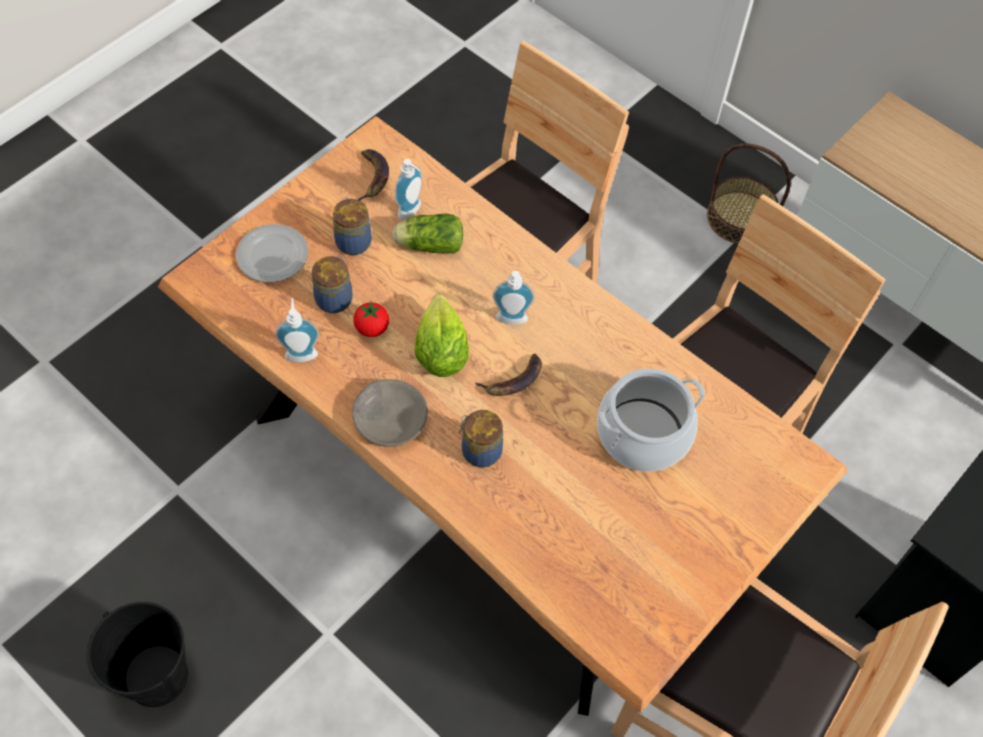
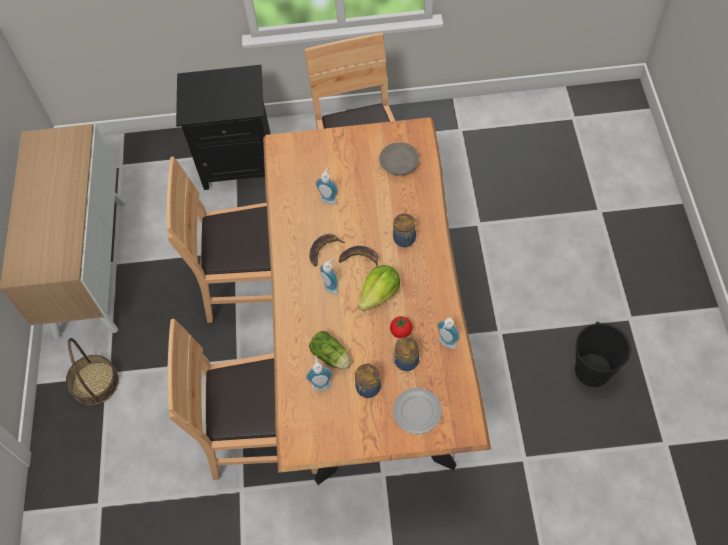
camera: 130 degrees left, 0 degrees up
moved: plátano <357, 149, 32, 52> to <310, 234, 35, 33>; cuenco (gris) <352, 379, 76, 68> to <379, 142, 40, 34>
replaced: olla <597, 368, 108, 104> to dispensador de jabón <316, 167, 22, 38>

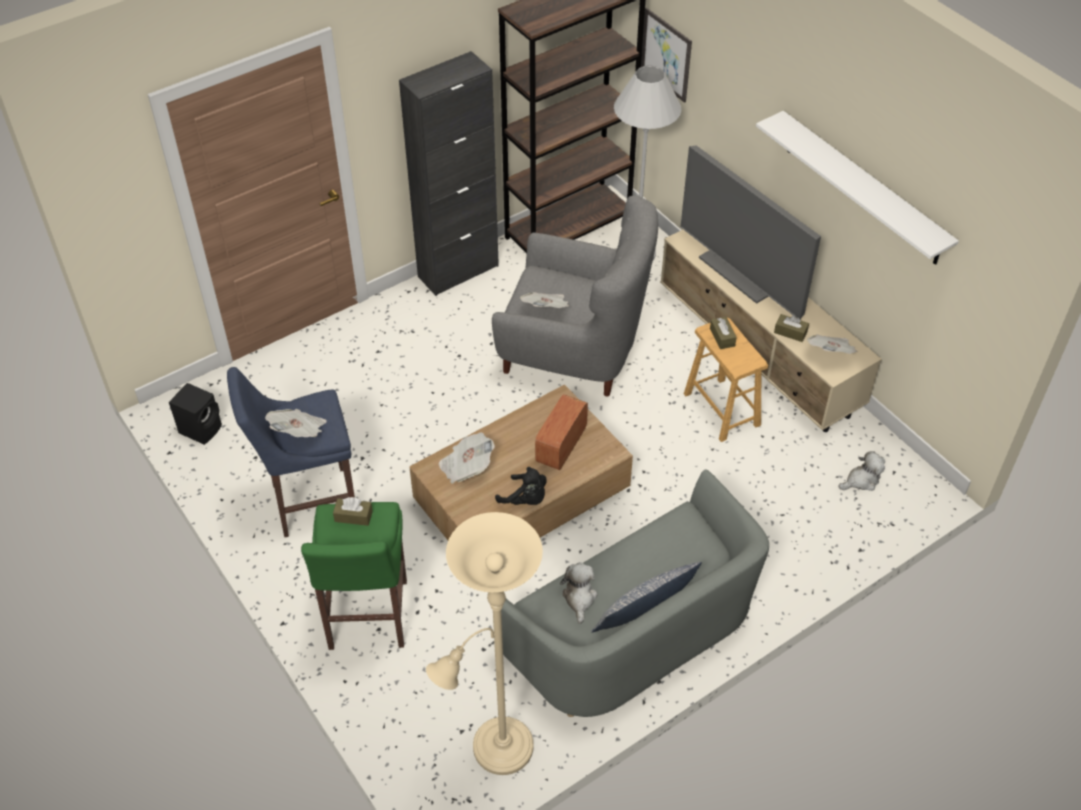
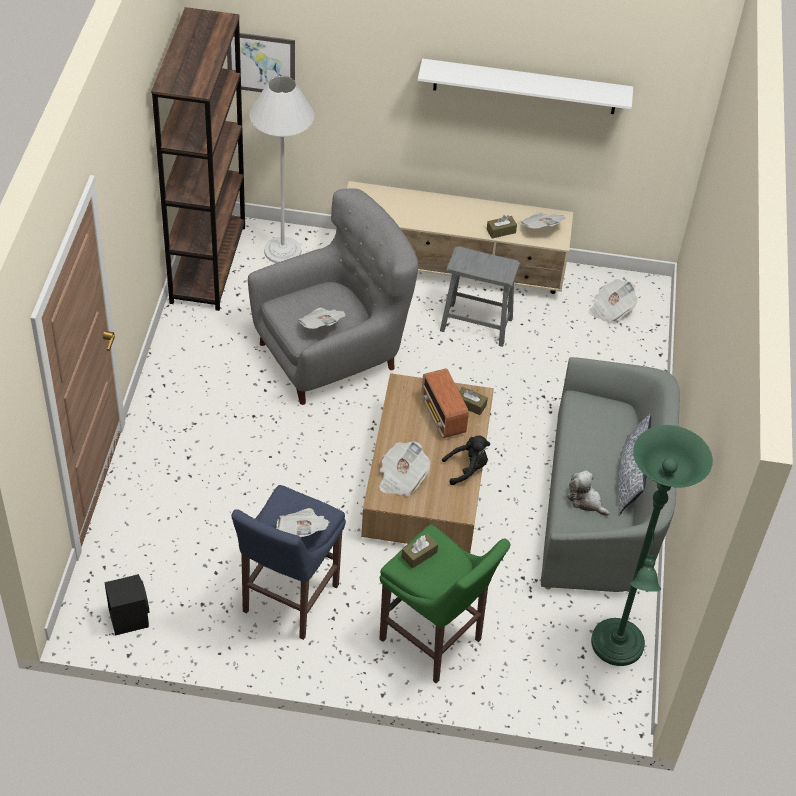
camera: 50 degrees left, 0 degrees up
removed: armario (negro) <399, 51, 100, 245>; televisor <681, 145, 140, 175>
moved: caja de pañuelos (marrón) <710, 317, 27, 32> to <459, 387, 29, 28>
replaced: peluche <838, 451, 47, 40> to periódico <589, 279, 48, 45>
recoloured: taburete (marrón) <684, 318, 84, 124> to taburete (gris) <440, 246, 80, 101>; lámpara de pie (beis) <426, 512, 117, 263> to lámpara de pie (verde) <591, 425, 122, 241>

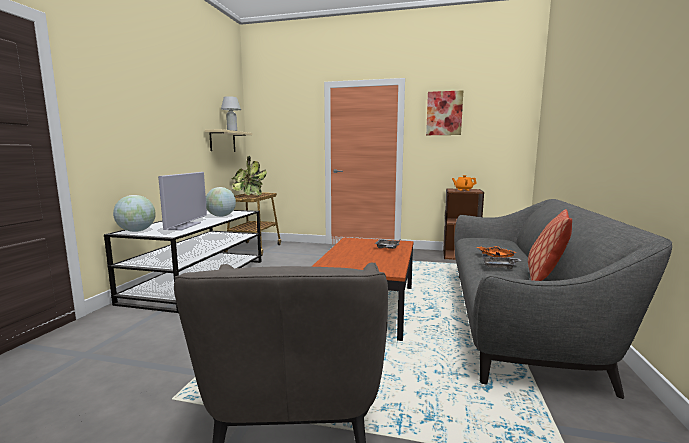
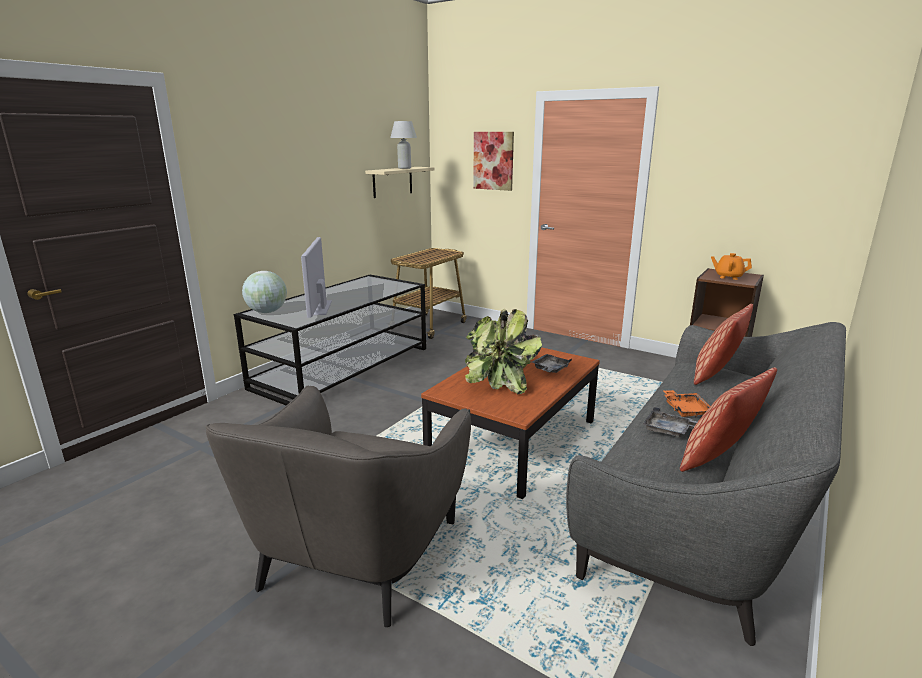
camera: 20 degrees right, 10 degrees up
removed: globo terráqueo <206, 187, 30, 30>
added: cojín <694, 304, 59, 81>
moved: cuadro <426, 90, 37, 45> to <473, 132, 41, 59>; planta en maceta <231, 155, 36, 41> to <465, 309, 77, 85>
turned: televisor <158, 172, 49, 58> = <301, 237, 31, 81> 150 degrees clockwise

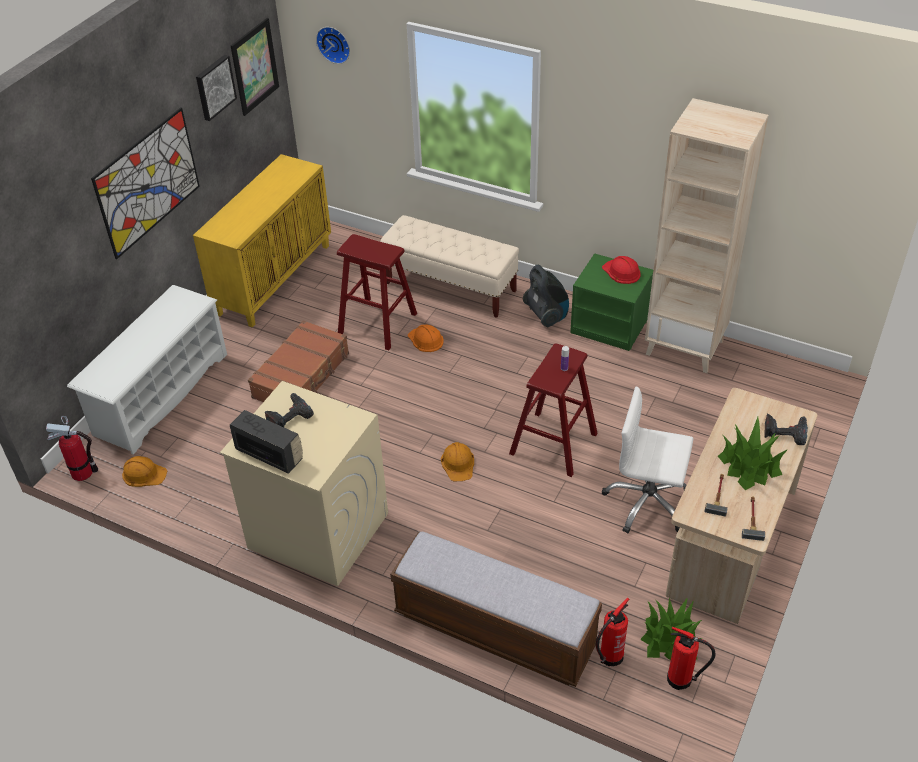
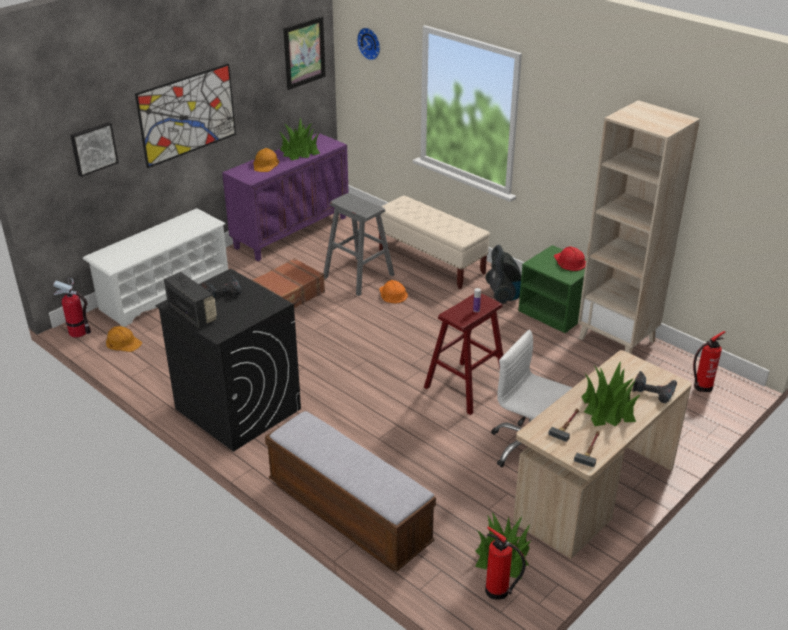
camera: 15 degrees right, 10 degrees down
added: planta en maceta <279, 117, 41, 43>
moved: cuadro <196, 55, 41, 66> to <70, 122, 49, 55>; casco (naranja) <441, 442, 33, 39> to <253, 148, 26, 24>; extintor <596, 598, 33, 68> to <693, 331, 32, 61>
recoloured: armario (amarillo) <193, 154, 138, 174> to armario (morado) <222, 133, 127, 128>; taburete (rojo) <337, 234, 80, 116> to taburete (gris) <323, 193, 72, 103>; lavadora (beis) <220, 381, 168, 205> to lavadora (negro) <155, 269, 146, 183>

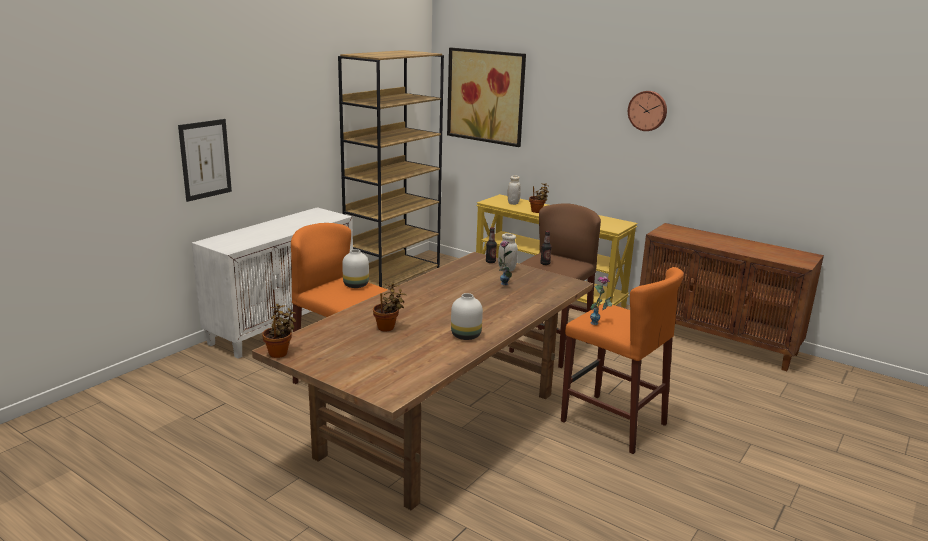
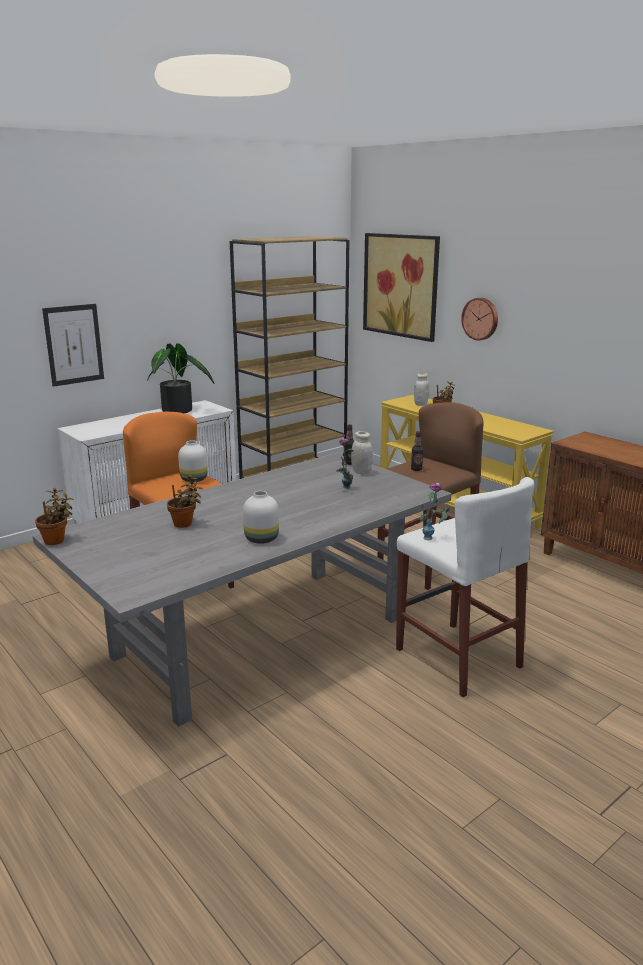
camera: 15 degrees right, 0 degrees up
added: planta en maceta <147, 343, 67, 70>
moved: reloj de pared <628, 91, 39, 40> to <461, 298, 37, 43>
recoloured: mesa de comedor (marrón) <252, 252, 341, 258> to mesa de comedor (gris) <33, 452, 418, 275>; taburete (naranja) <561, 267, 123, 187> to taburete (blanco) <396, 477, 138, 220>

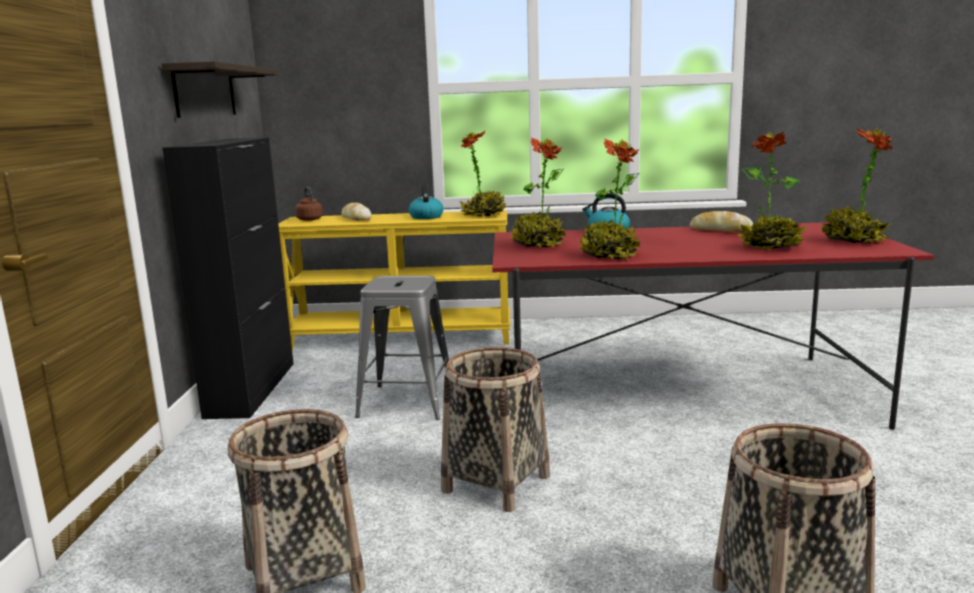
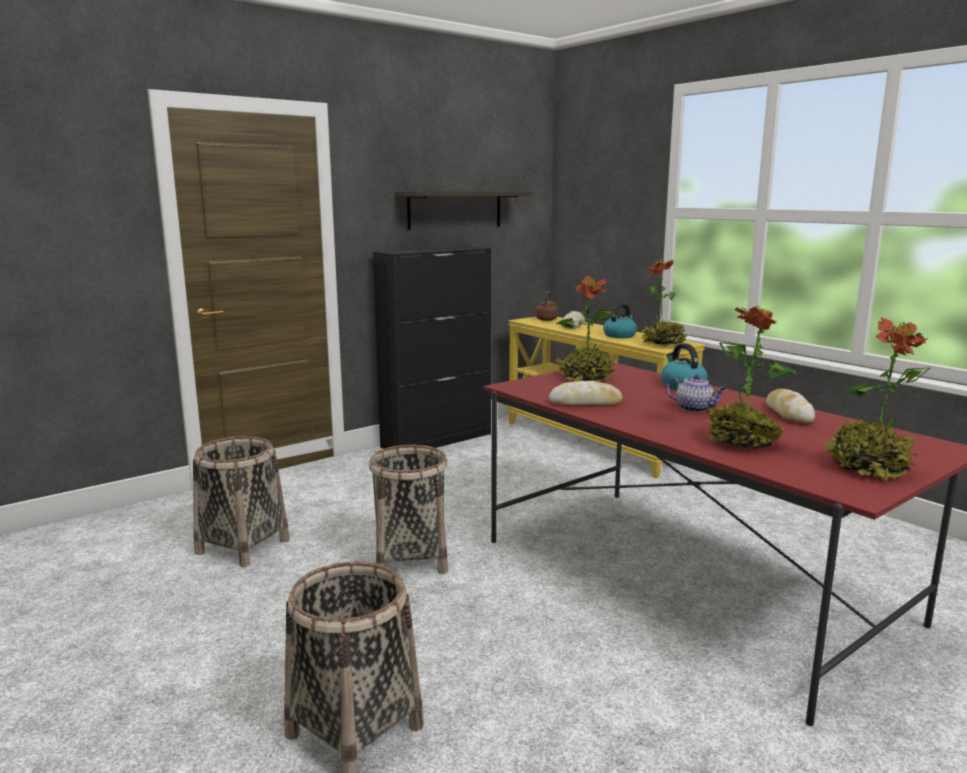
camera: 50 degrees right, 0 degrees up
removed: taburete (gris) <355, 276, 94, 144>
added: tetera <666, 374, 61, 38>
replaced: planta en maceta <578, 139, 62, 121> to pan <549, 381, 73, 24>

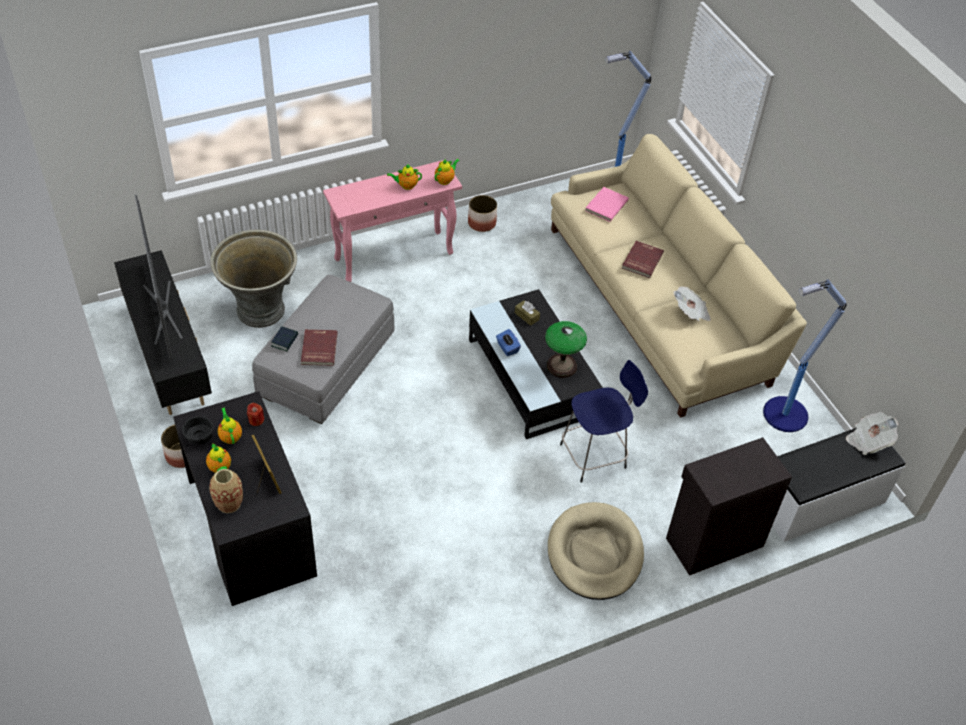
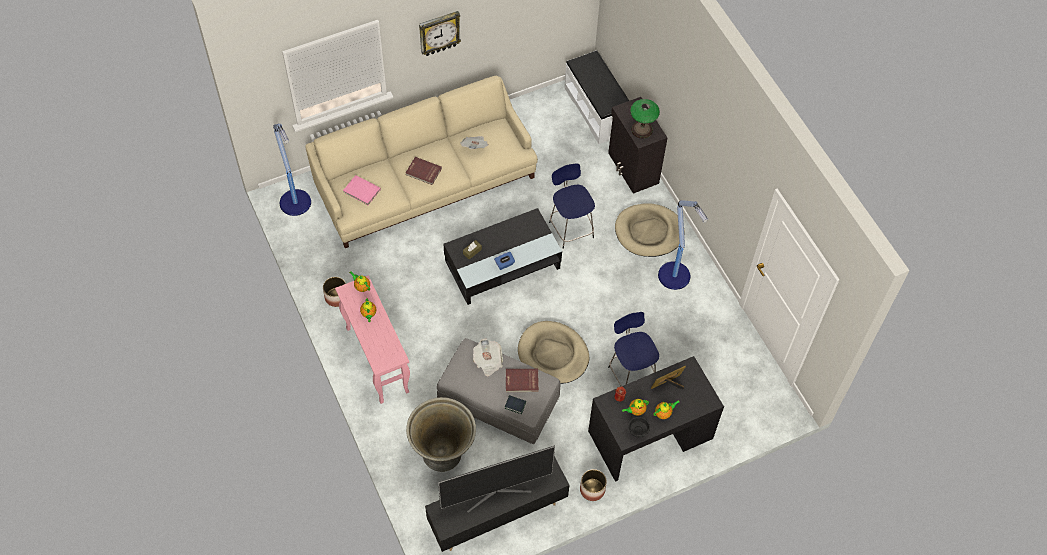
camera: 90 degrees left, 10 degrees up
removed: florero <209, 469, 34, 44>
added: reloj de pared <419, 11, 42, 45>; taburete (azul) <608, 312, 51, 74>; cama para perro (beis) <518, 321, 71, 63>
moved: lámpara de pie <763, 279, 83, 153> to <658, 200, 50, 90>; lámpara de mesa <545, 321, 42, 57> to <630, 99, 30, 40>; periódico <846, 412, 53, 43> to <473, 339, 30, 37>

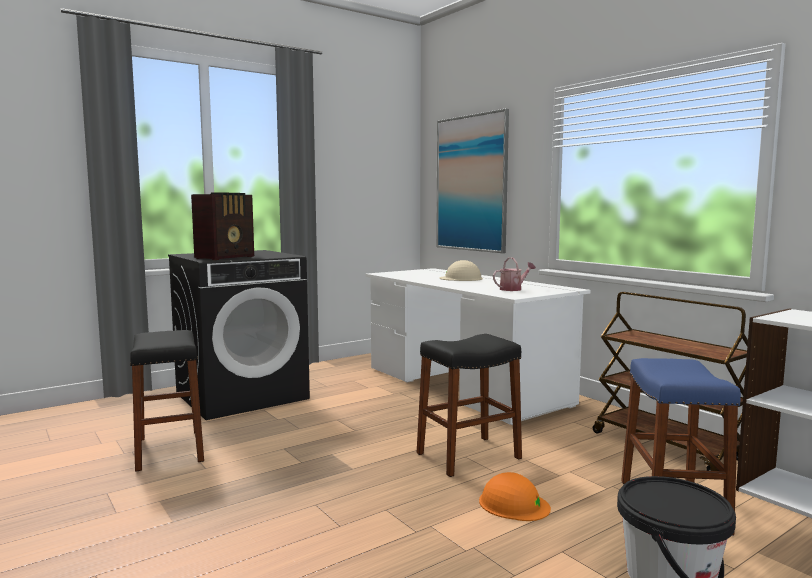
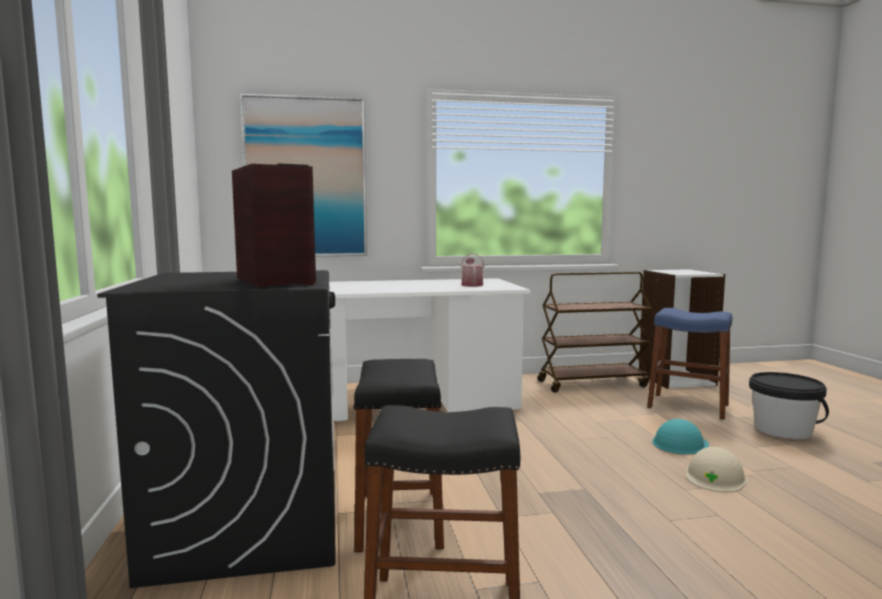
camera: 65 degrees left, 0 degrees up
moved: casco (beis) <439, 260, 44, 21> to <686, 447, 61, 45>; taburete (negro) <417, 334, 105, 143> to <353, 359, 91, 193>
recoloured: casco (naranja) <479, 472, 72, 49> to casco (turquesa) <652, 419, 57, 35>

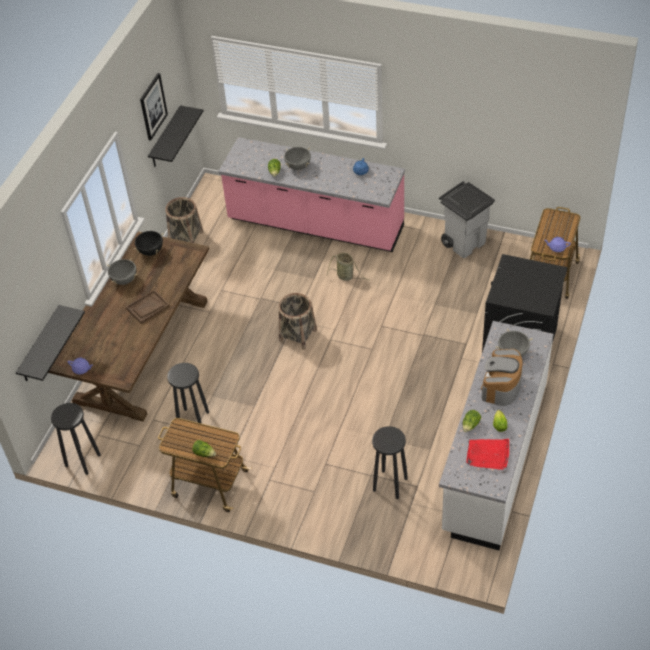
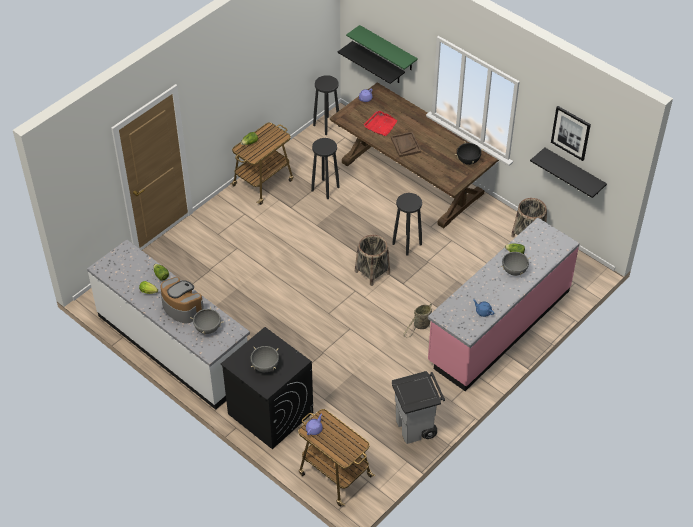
camera: 110 degrees right, 0 degrees up
added: estante (verde) <346, 25, 72, 45>
moved: olla (gris) <107, 258, 30, 27> to <251, 346, 28, 26>; taburete (negro) <372, 426, 36, 73> to <392, 193, 30, 63>; bandeja (rojo) <467, 439, 42, 31> to <364, 111, 34, 25>

